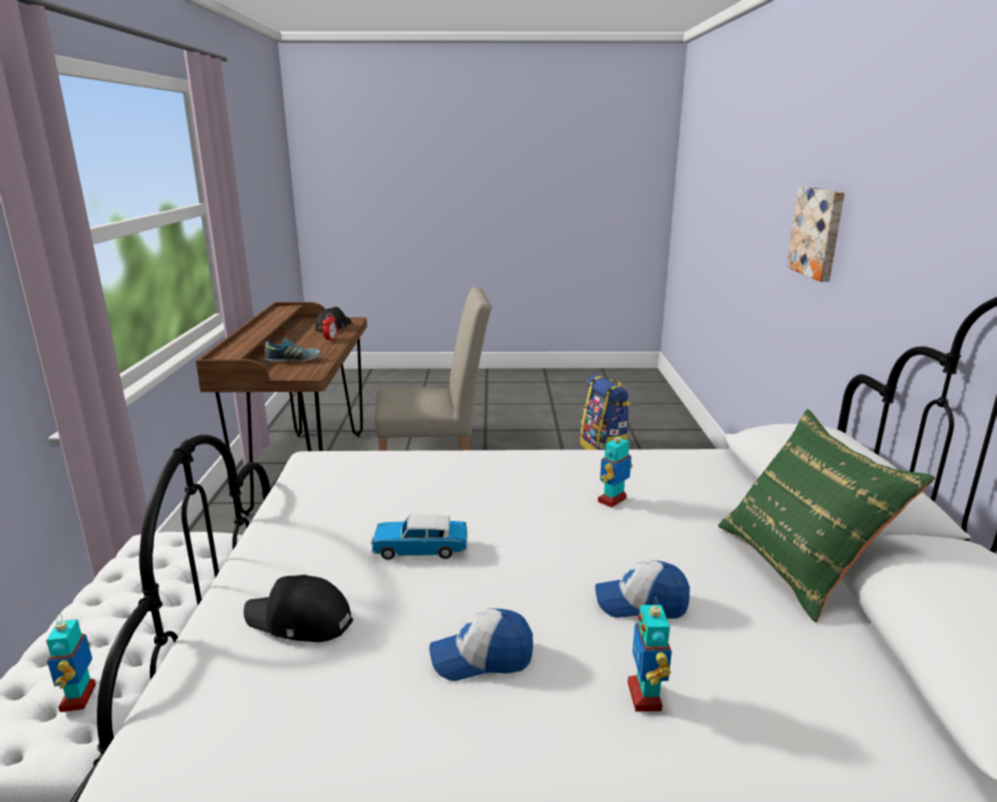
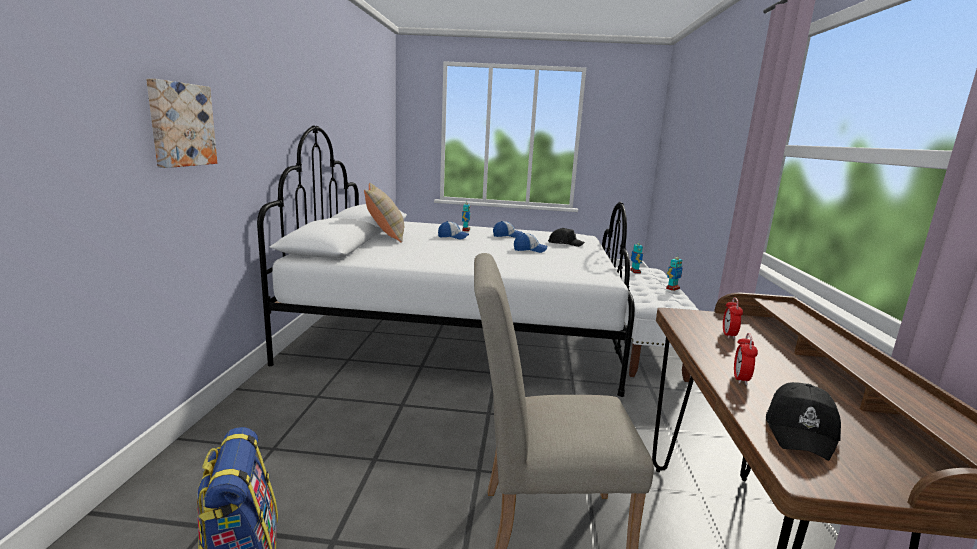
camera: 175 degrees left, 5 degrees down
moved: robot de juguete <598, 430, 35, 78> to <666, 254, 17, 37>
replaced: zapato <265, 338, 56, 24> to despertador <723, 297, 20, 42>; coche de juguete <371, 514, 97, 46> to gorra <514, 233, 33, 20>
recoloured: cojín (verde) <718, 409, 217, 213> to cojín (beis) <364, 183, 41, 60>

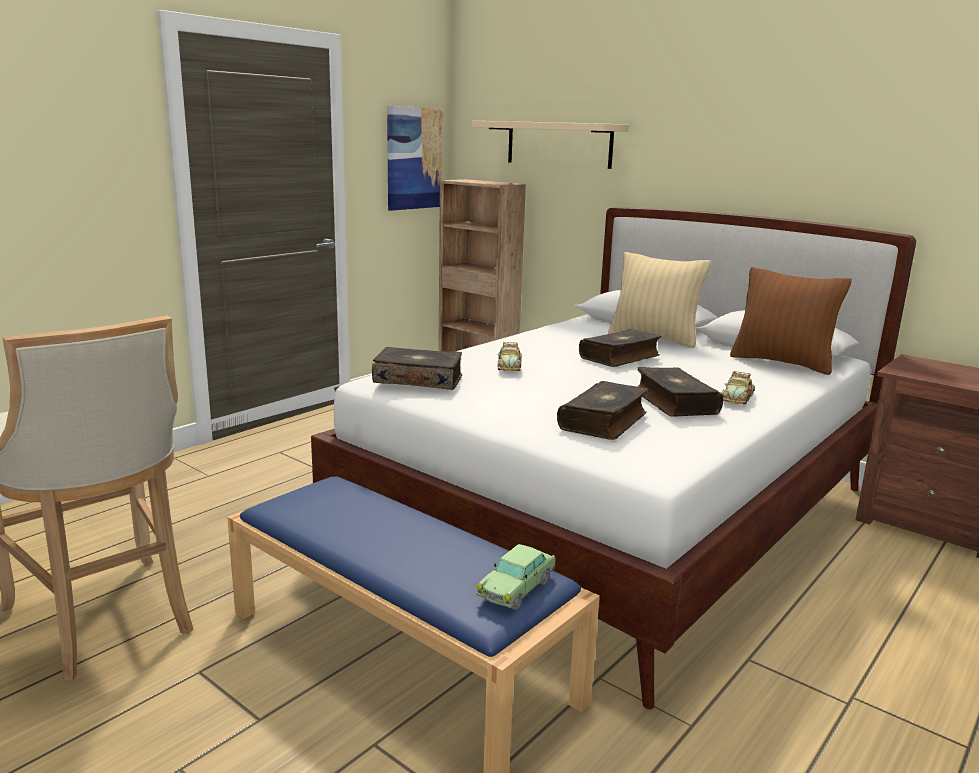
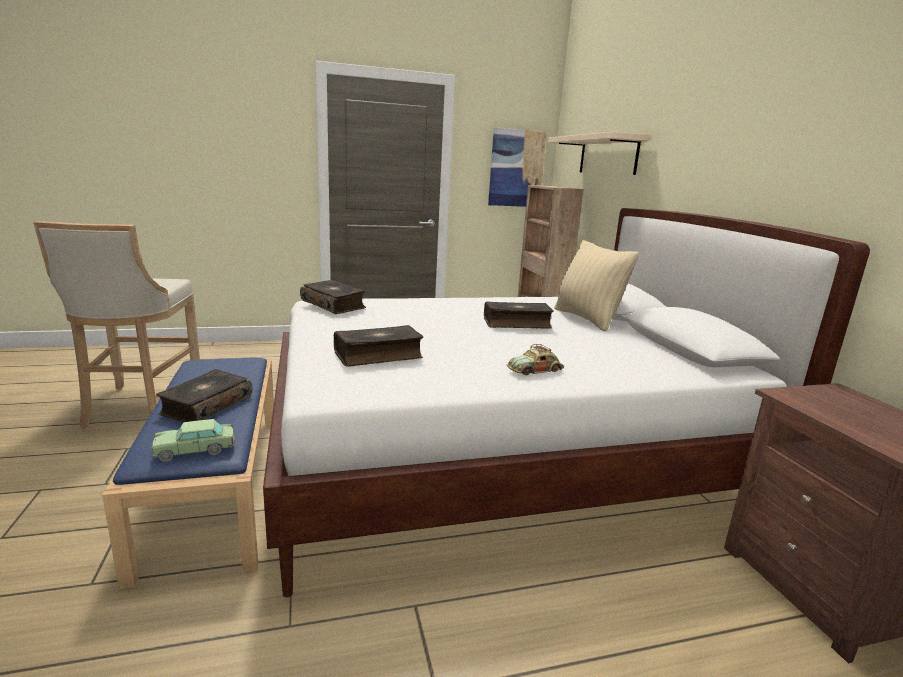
camera: 35 degrees right, 0 degrees up
removed: cojín (marrón) <730, 267, 122, 108>; coche de juguete <497, 342, 25, 29>
moved: libro <637, 367, 86, 50> to <156, 369, 97, 53>

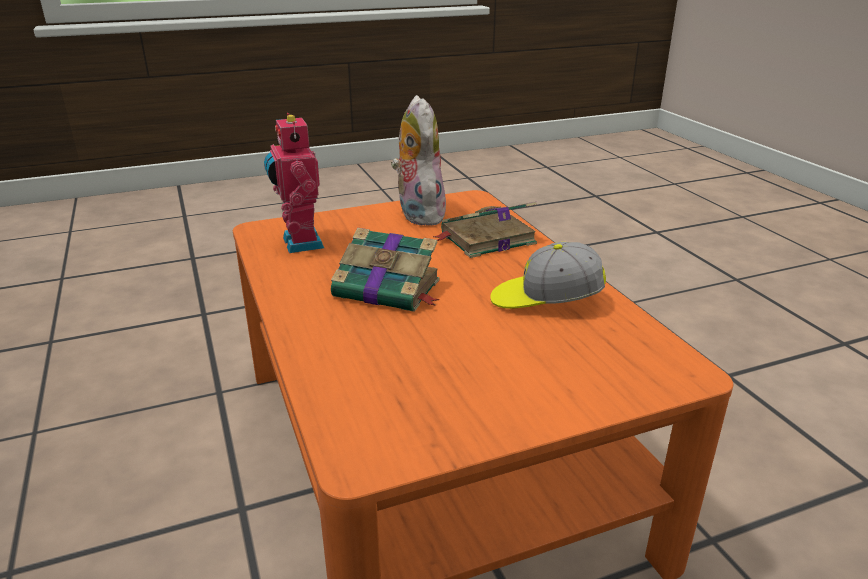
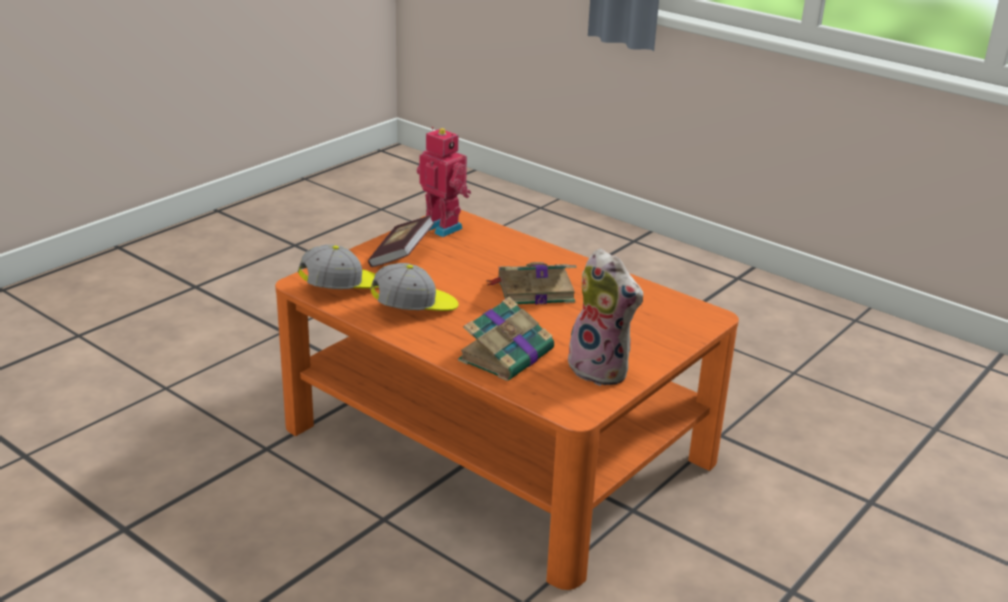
camera: 150 degrees right, 0 degrees up
added: libro <368, 215, 66, 52>; gorra <298, 244, 81, 45>
moved: robot de juguete <264, 113, 60, 140> to <417, 127, 54, 110>

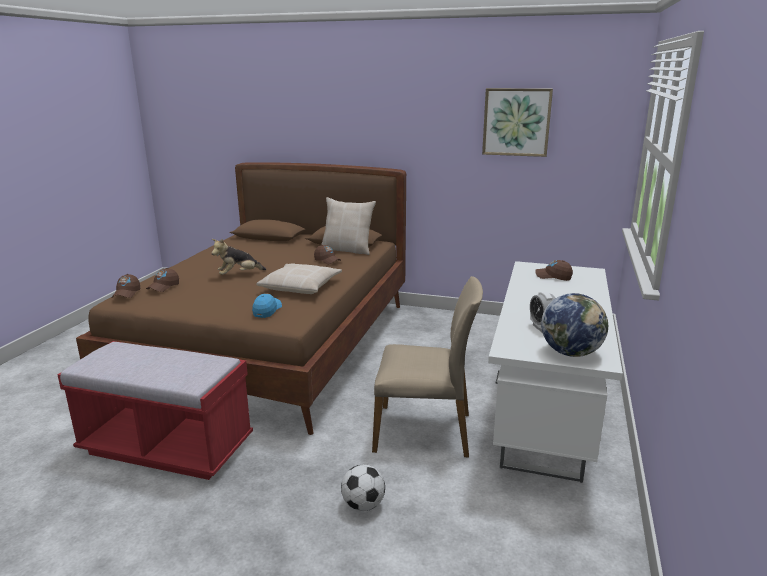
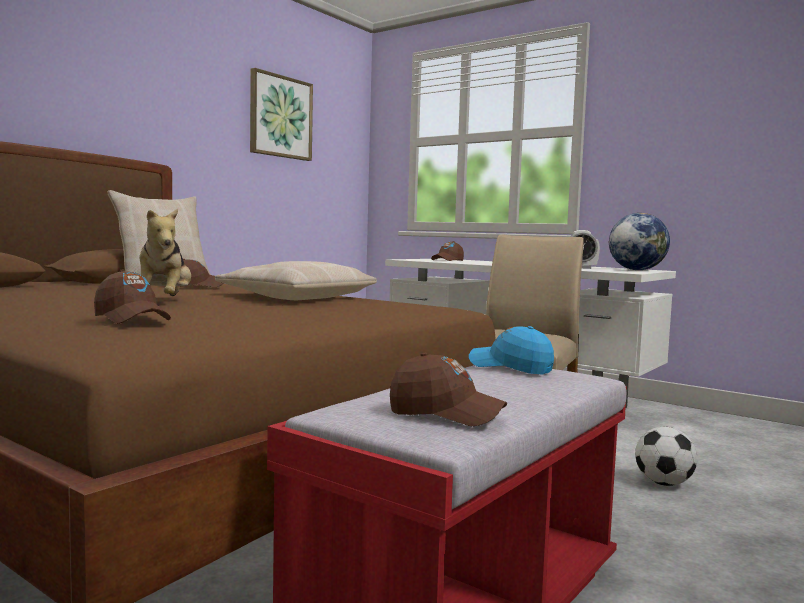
camera: 70 degrees left, 15 degrees down
moved: gorra (marrón) <112, 274, 28, 24> to <390, 353, 117, 73>; gorra (azul) <252, 293, 30, 25> to <469, 326, 85, 49>

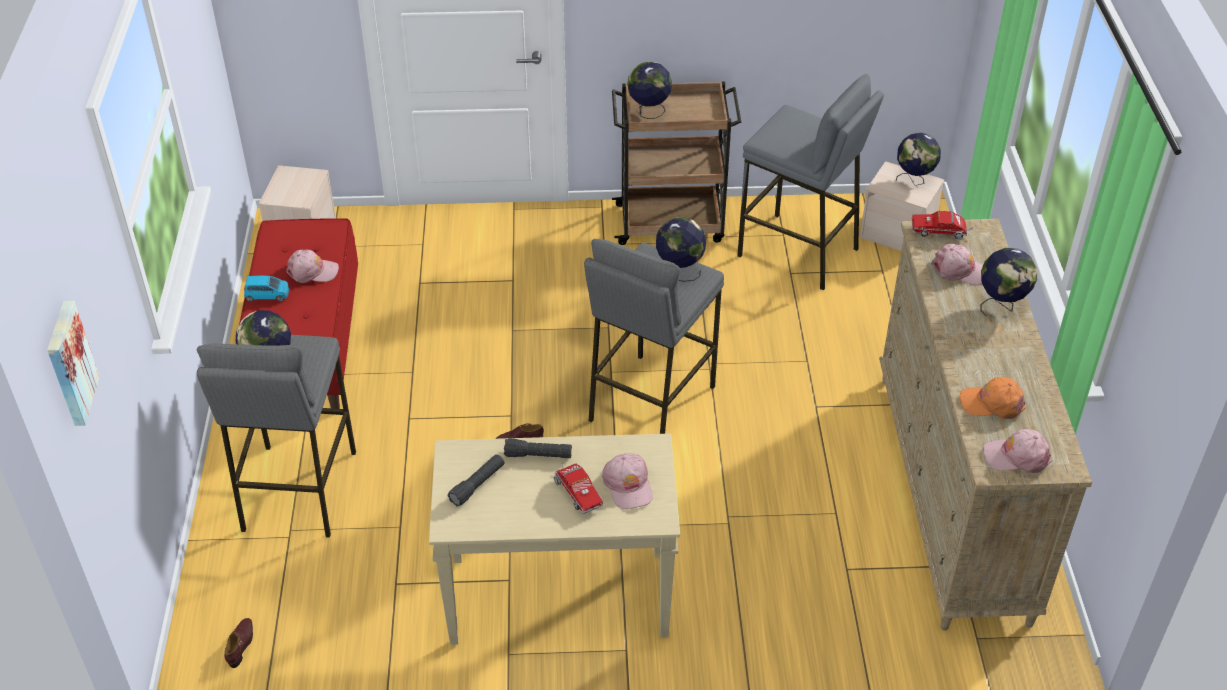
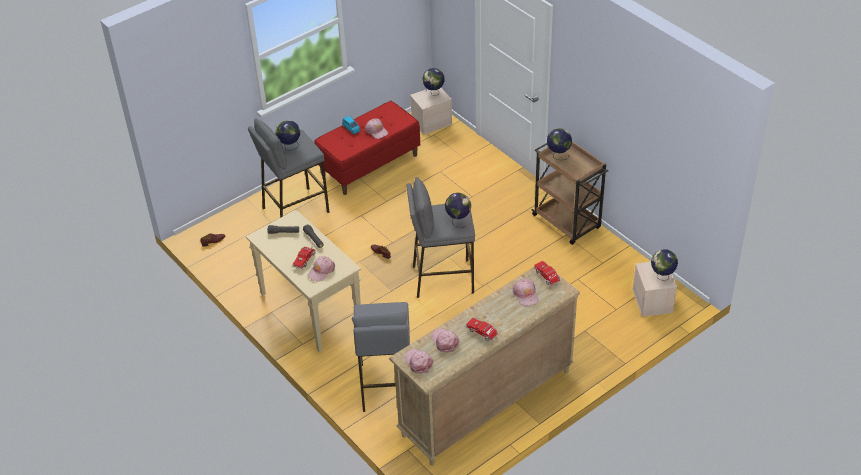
camera: 55 degrees right, 0 degrees up
removed: cuadro <47, 301, 53, 125>
added: camión de juguete <466, 318, 32, 23>
moved: taburete (gris) <737, 74, 147, 216> to <352, 302, 58, 110>; globo terráqueo <980, 248, 57, 69> to <422, 68, 23, 28>
recoloured: gorra (naranja) <960, 377, 65, 42> to gorra (rosa) <431, 328, 29, 25>

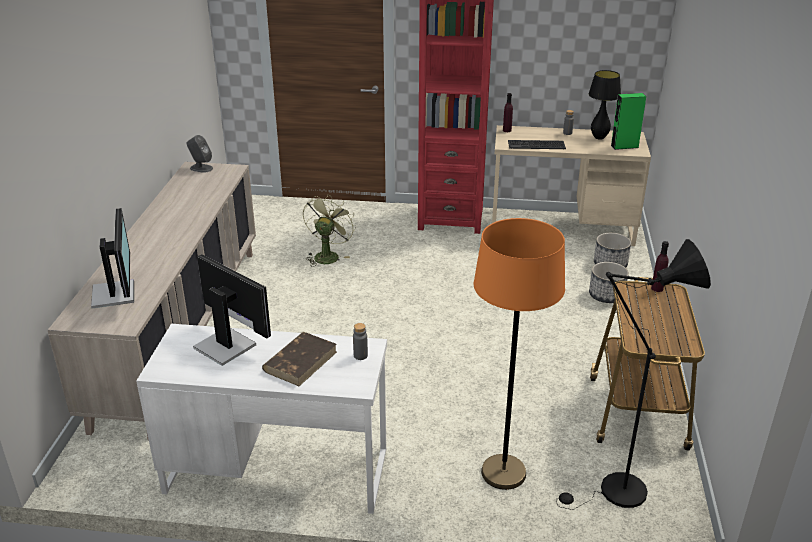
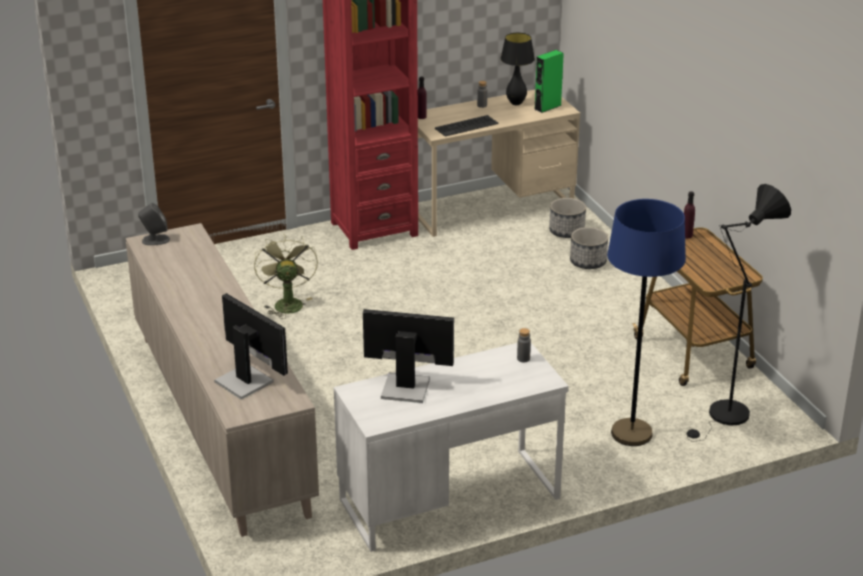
camera: 30 degrees left, 0 degrees up
removed: libro (marrón) <262, 332, 75, 54>
recoloured: lámpara de pie (naranja) <474, 218, 91, 272> to lámpara de pie (azul) <607, 199, 79, 247>

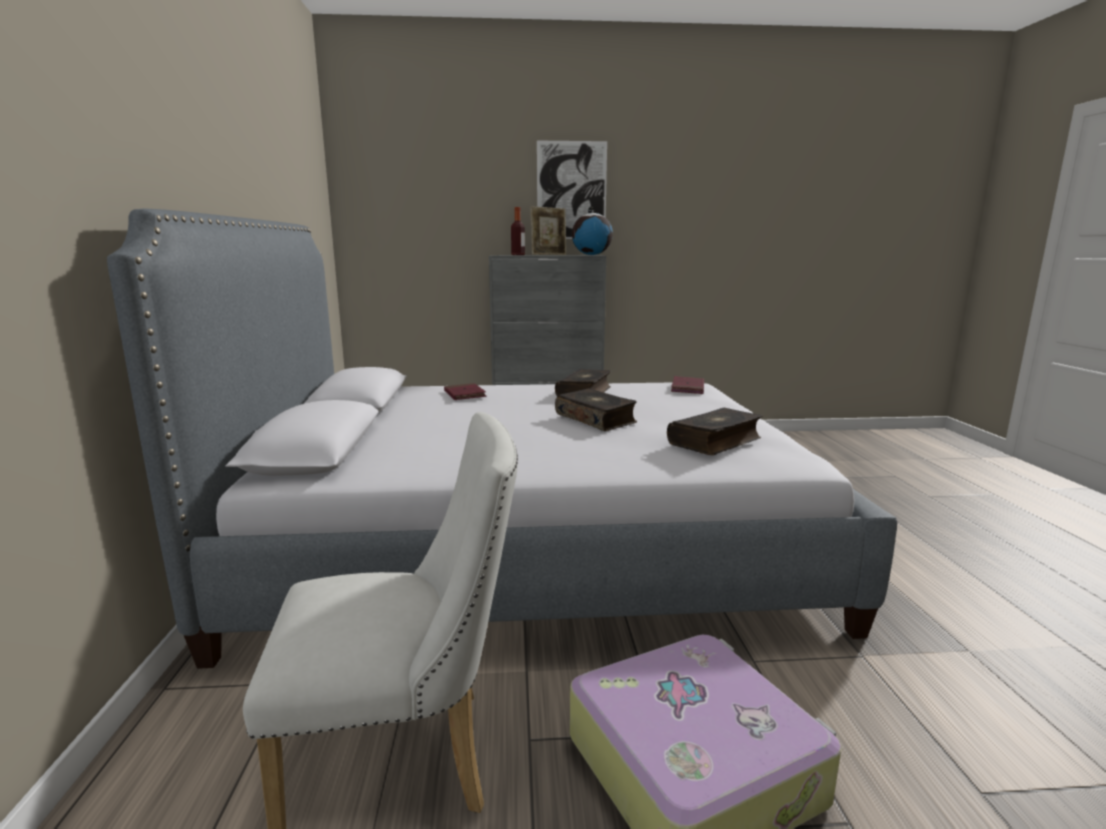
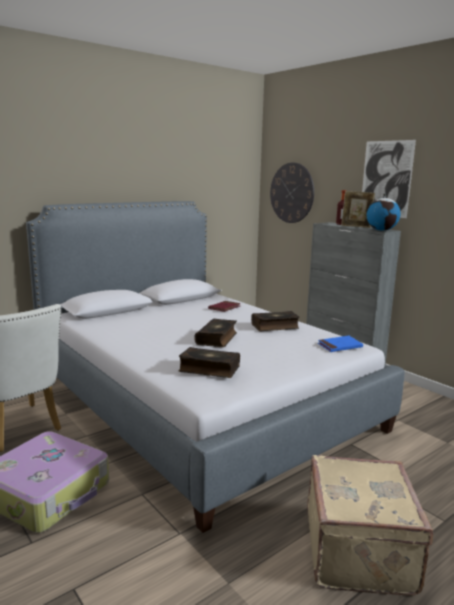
camera: 55 degrees right, 0 degrees up
added: reloj de pared <270, 163, 44, 60>; maleta (beis) <307, 455, 126, 141>
recoloured: libro (rojo) <671, 376, 33, 18> to libro (azul) <318, 336, 45, 16>

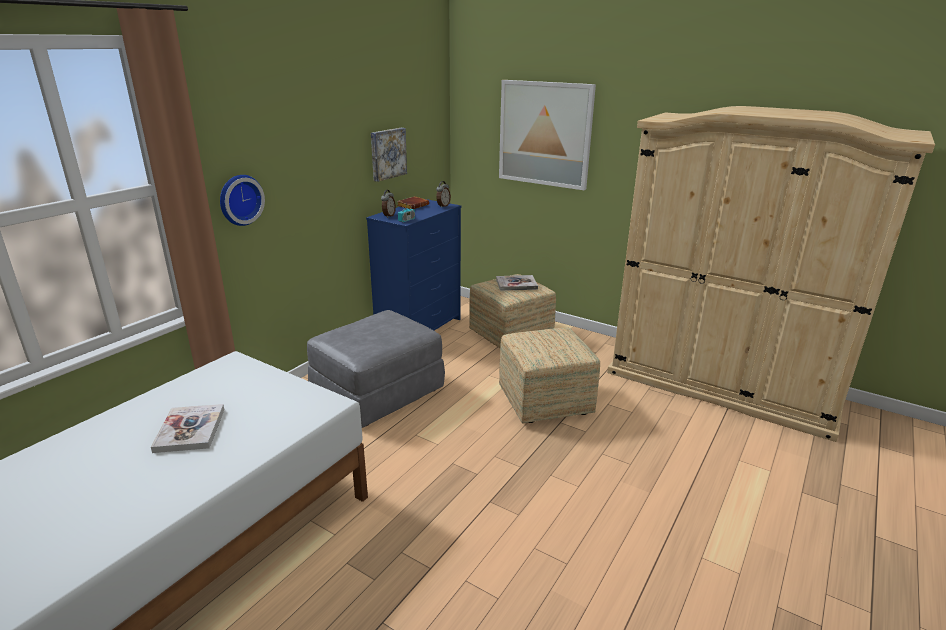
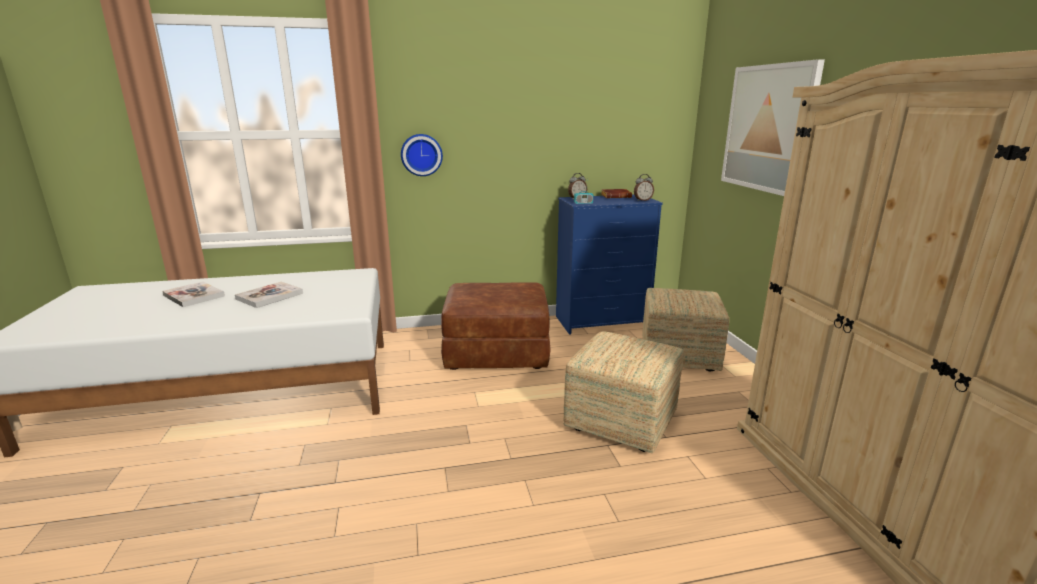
camera: 45 degrees right, 5 degrees down
removed: cuadro <371, 128, 36, 54>
moved: libro <496, 275, 42, 16> to <162, 282, 63, 25>
recoloured: puf (gris) <307, 310, 138, 118> to puf (marrón) <441, 282, 110, 88>

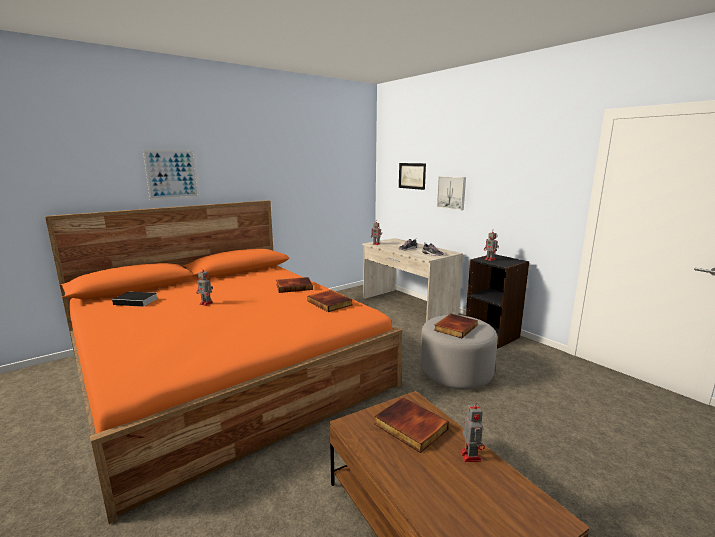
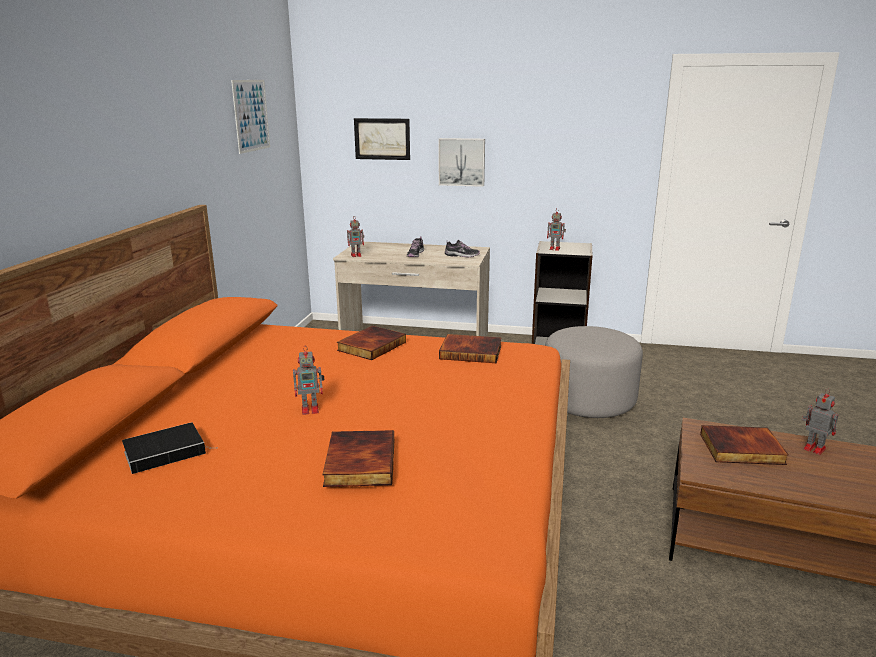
camera: 40 degrees left, 5 degrees up
moved: cuadro <143, 150, 56, 50> to <231, 80, 39, 74>; libro <434, 314, 44, 24> to <322, 430, 72, 57>

